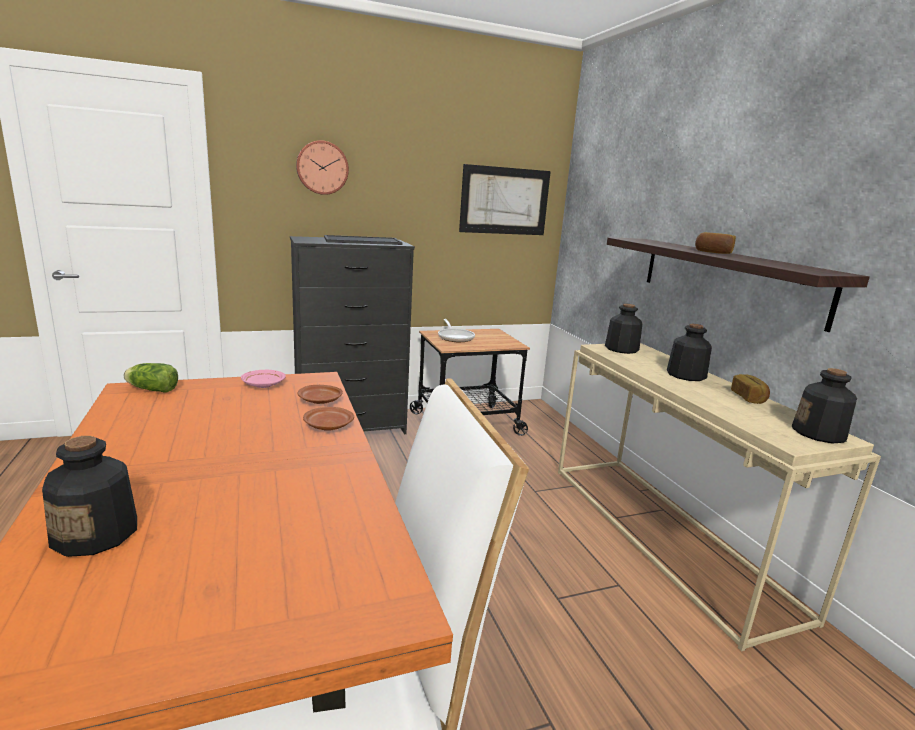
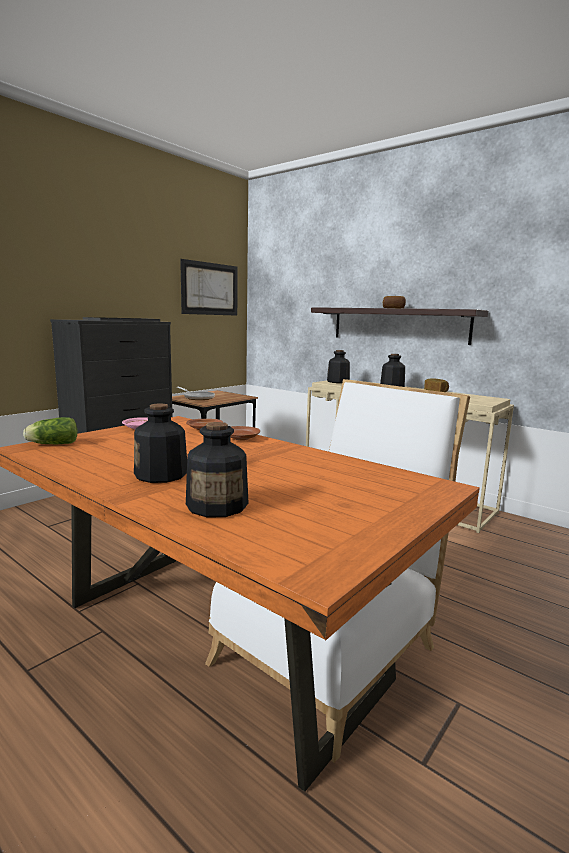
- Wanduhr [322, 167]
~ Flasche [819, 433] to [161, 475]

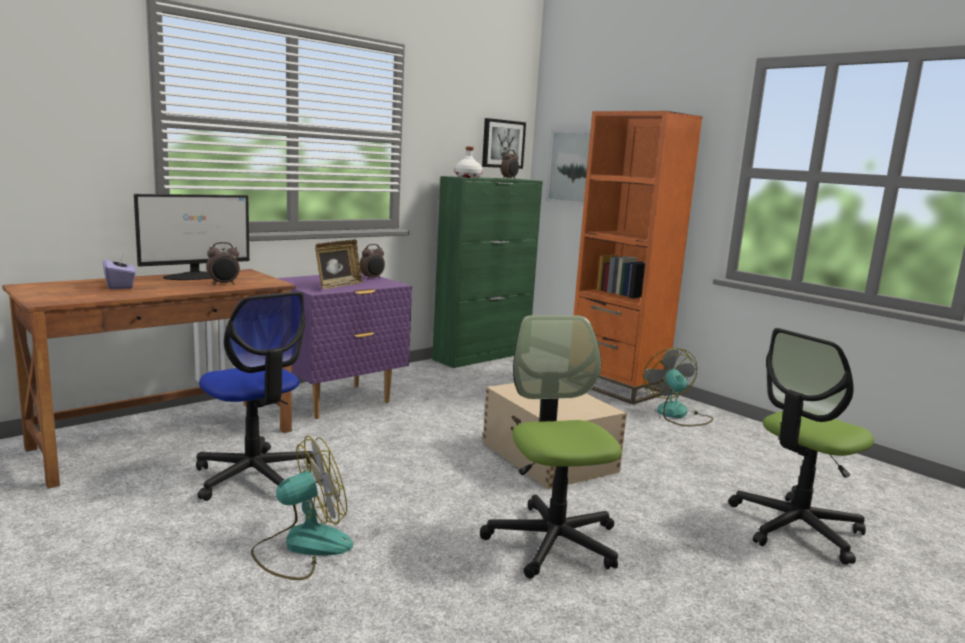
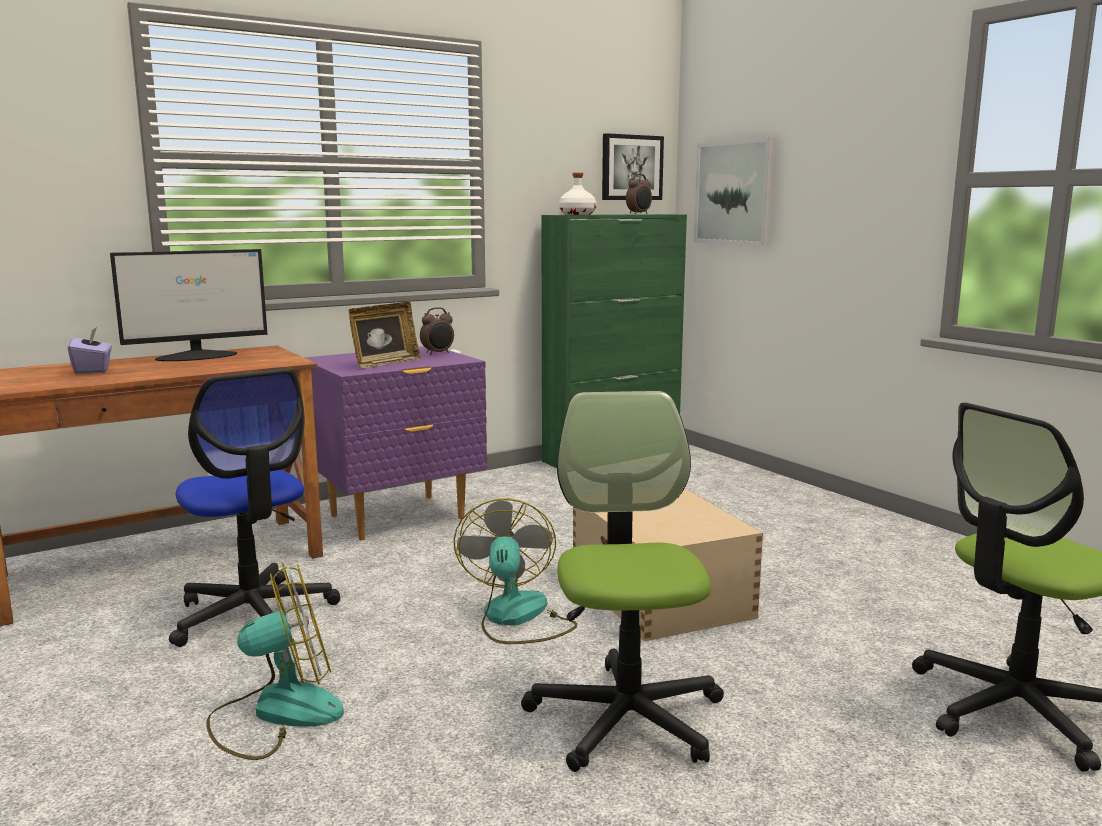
- Bücherregal (orange) [616, 387]
- Wecker [223, 284]
~ Ventilator [677, 415] to [516, 618]

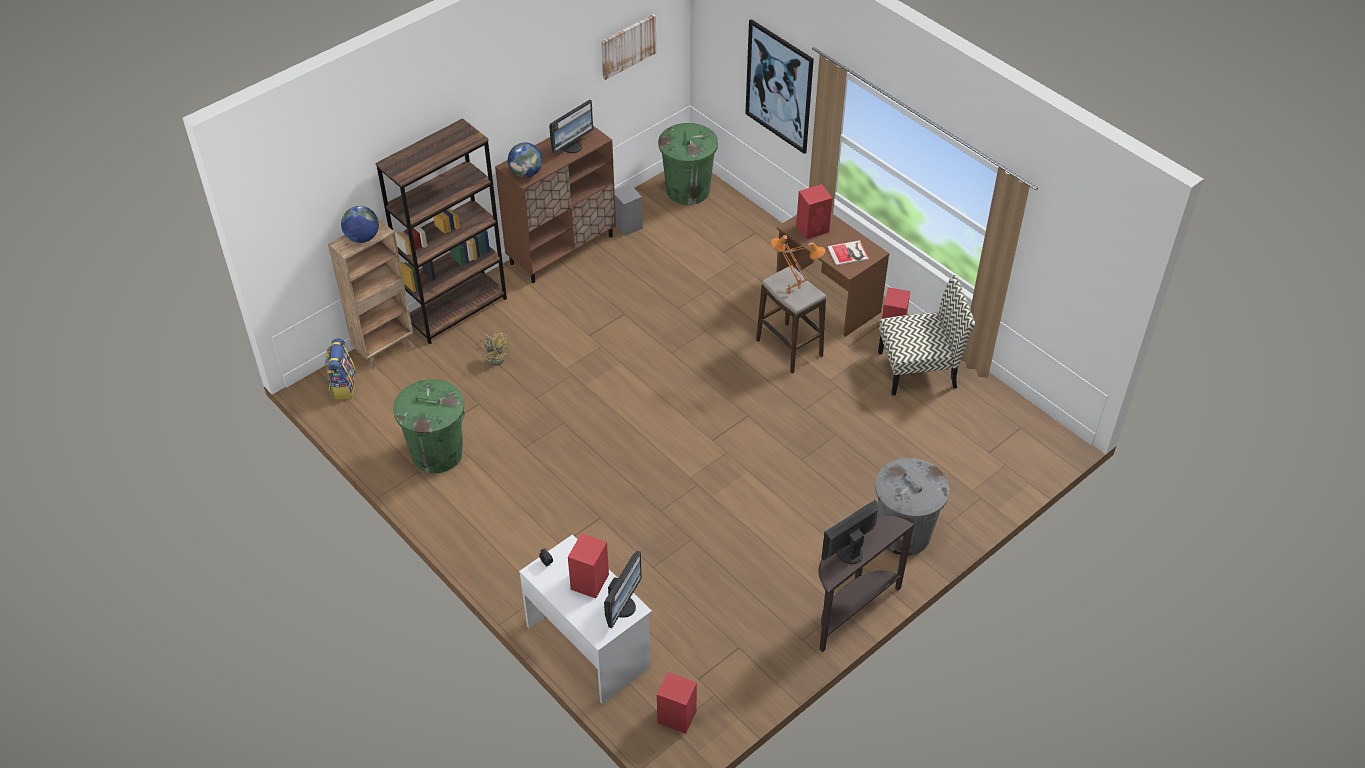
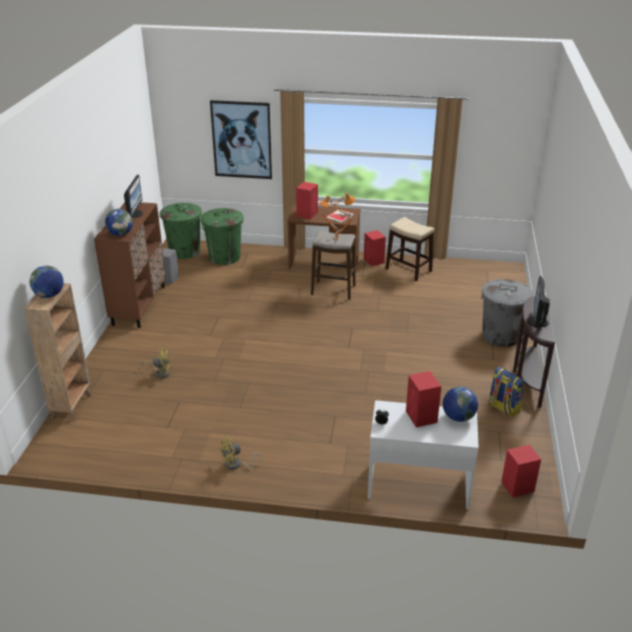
- Bild [628, 46]
- Bücherregal (braun) [457, 310]
~ Stuhl [918, 369] to Hocker [409, 270]
~ Rucksack [343, 386] to [503, 408]
~ Mülleimer (grün) [437, 453] to [224, 257]
~ Monitor [622, 606] to Globus [458, 417]
+ Ventilator (gelb) [236, 465]

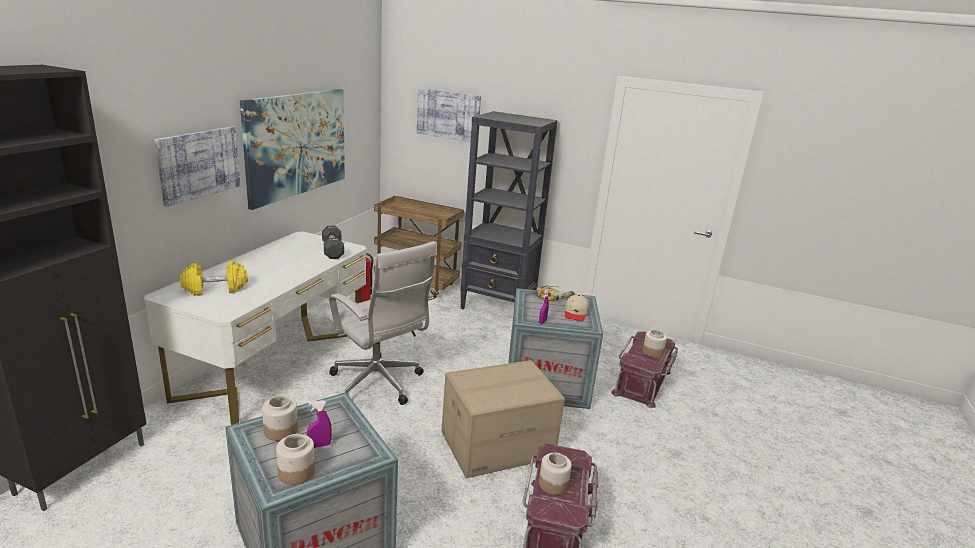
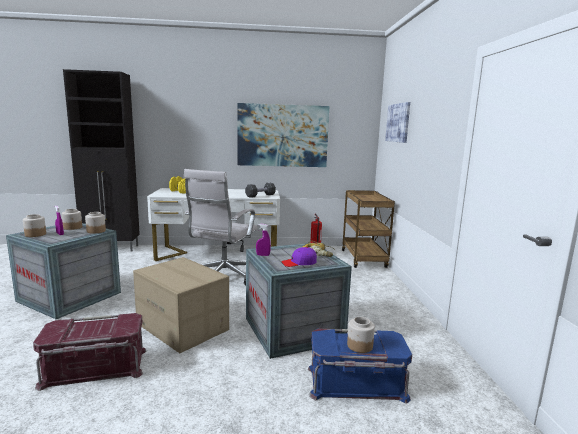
- Bücherregal (schwarz) [498, 307]
- Bild [199, 164]
~ Kappe (beige) [575, 313] to Kappe (lila) [299, 263]
~ Aufbewahrungsbox (rot) [642, 383] to Aufbewahrungsbox (blau) [356, 384]
~ Vorratsglas [553, 484] to [96, 231]

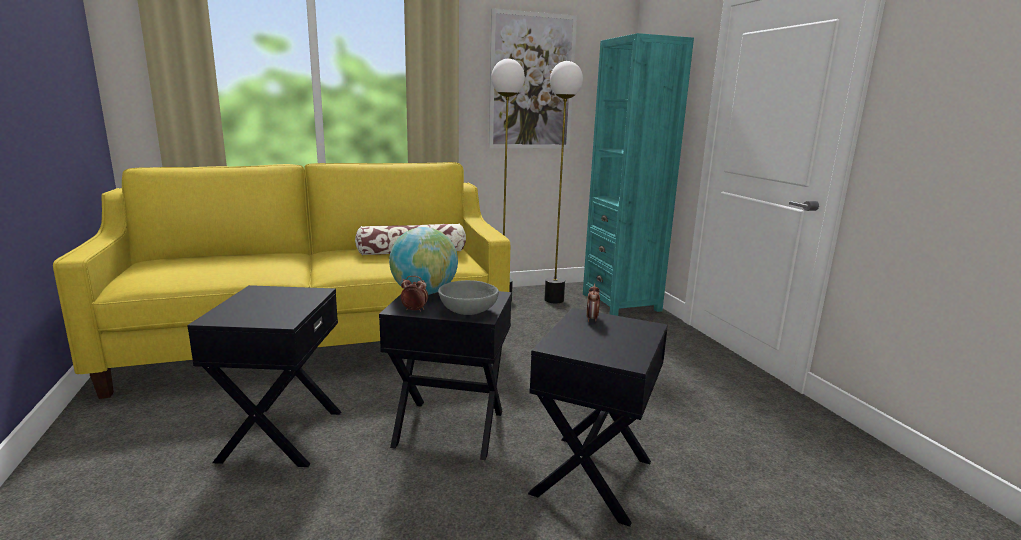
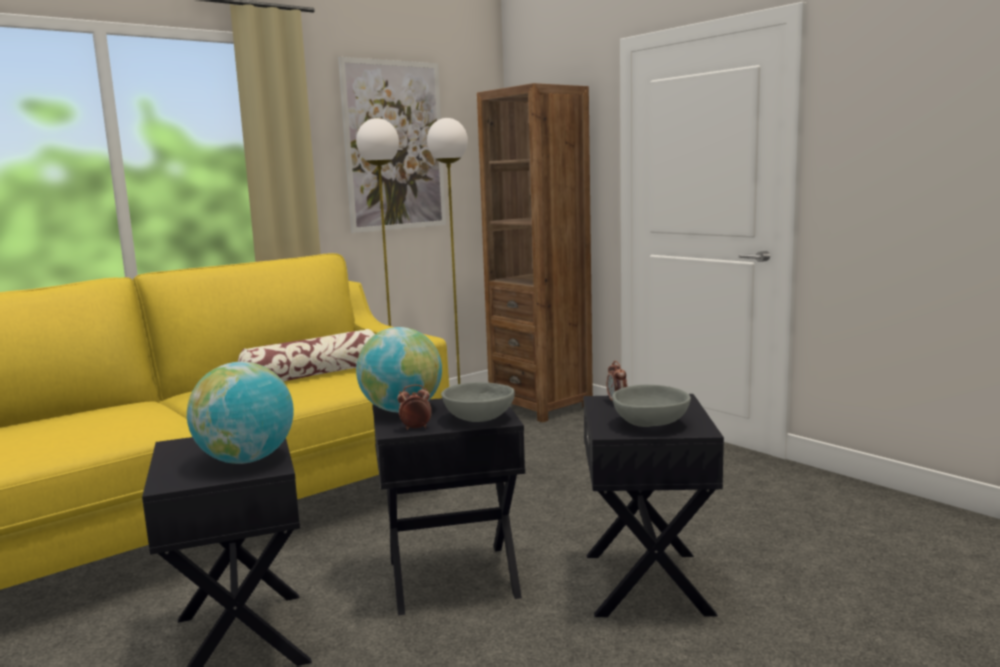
~ Bücherregal (türkis) [621, 302] to Bücherregal (braun) [540, 406]
+ Globus [246, 460]
+ Schüssel (grau) [649, 424]

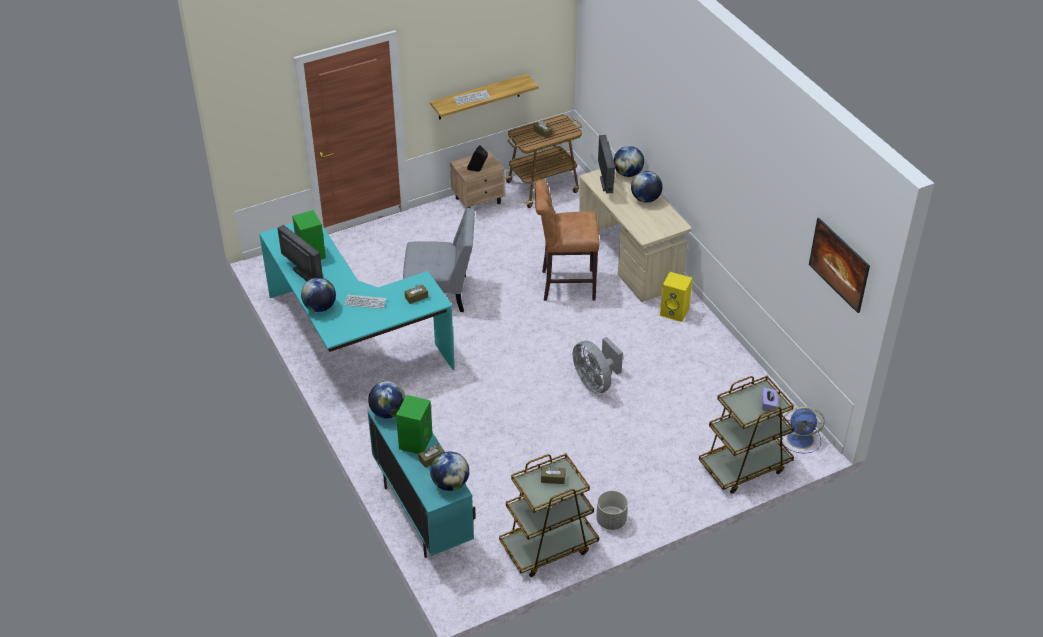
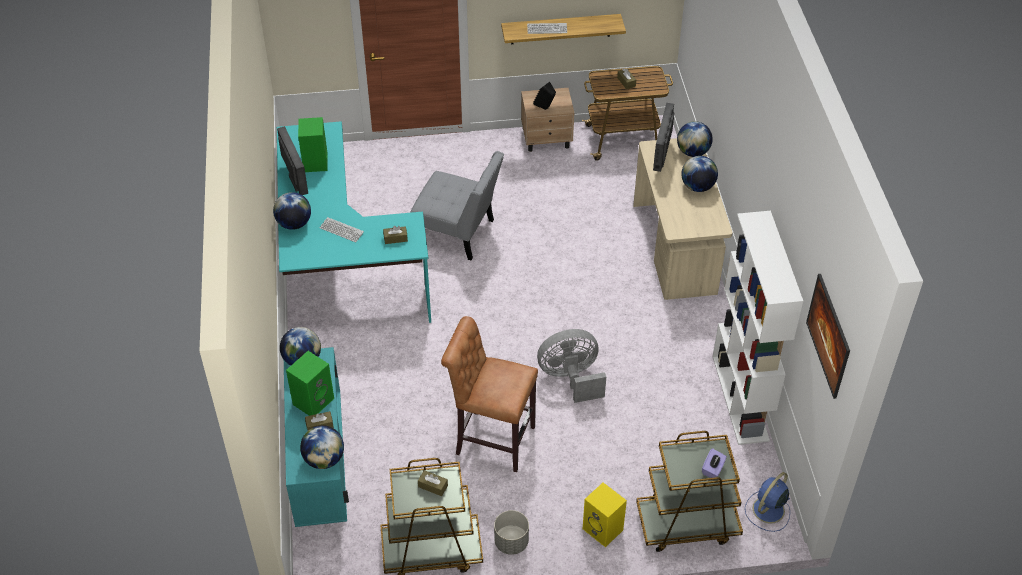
~ Hocker (braun) [564, 285] to [491, 439]
~ Lautsprecher (gelb) [675, 312] to [604, 529]
~ Ventilator (grau) [595, 382] = [571, 378] 90 degrees clockwise
~ Ventilator (blau) [801, 439] = [767, 511] 105 degrees clockwise
+ Bücherregal (weiß) [741, 398]

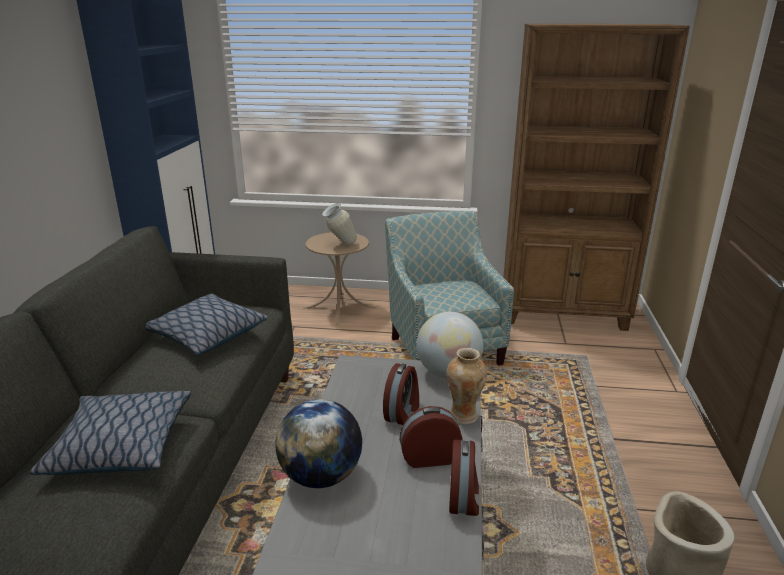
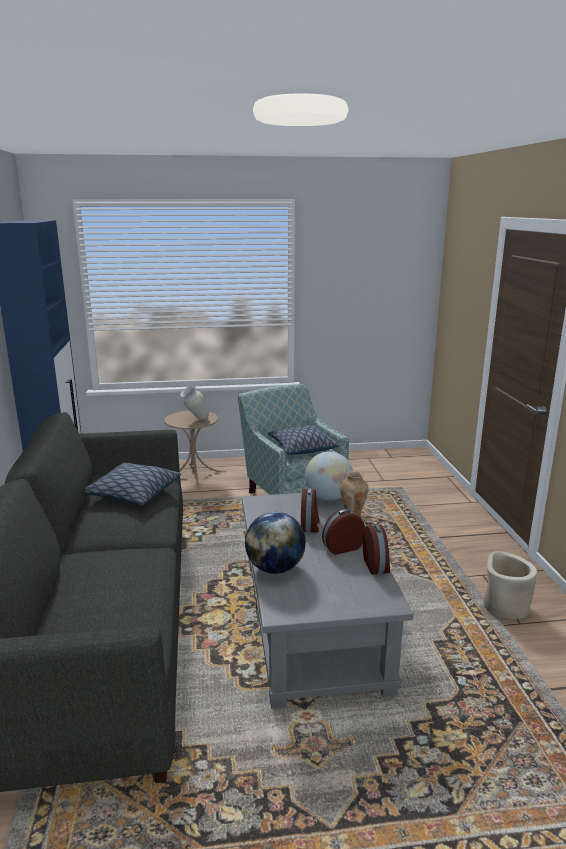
- Bücherregal (braun) [563, 314]
~ Kissen [120, 445] to [302, 448]

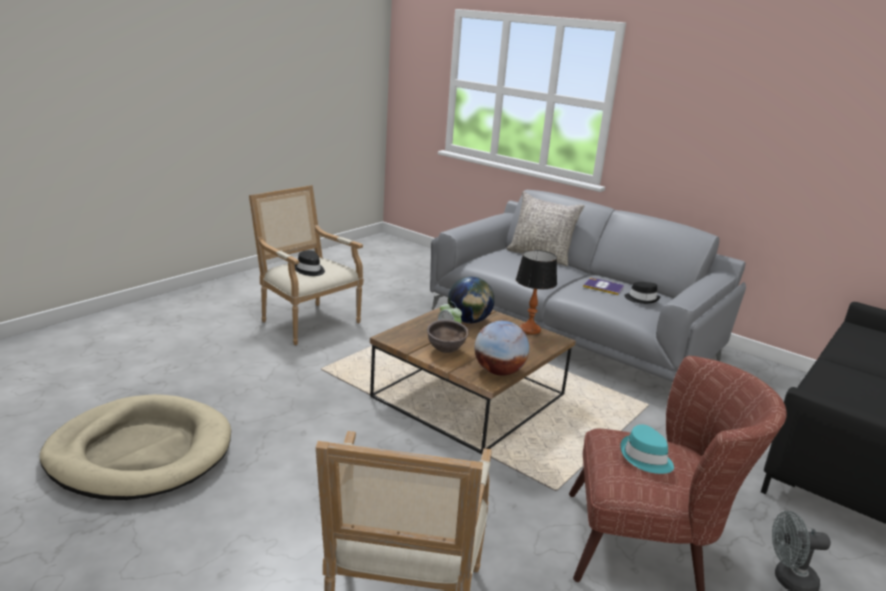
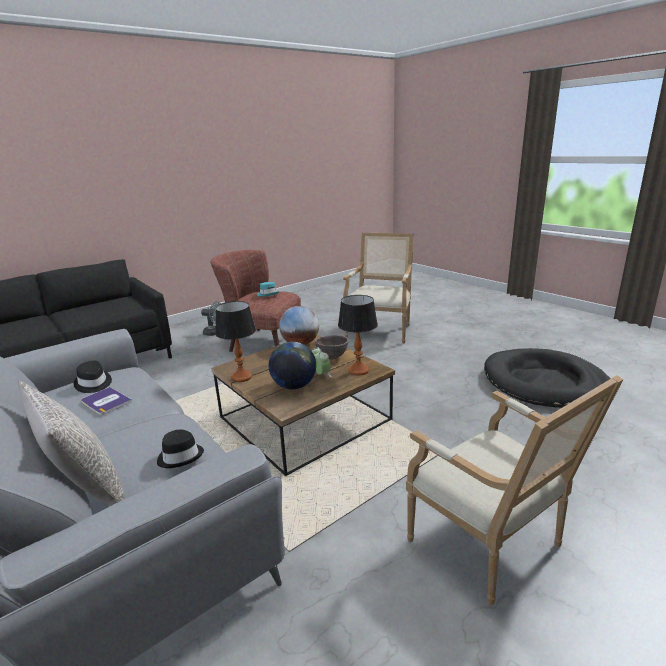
~ Hut (schwarz) [309, 270] to [180, 456]
~ Hundebett (beige) [140, 453] to Hundebett (schwarz) [544, 383]
+ Tischlampe [359, 370]

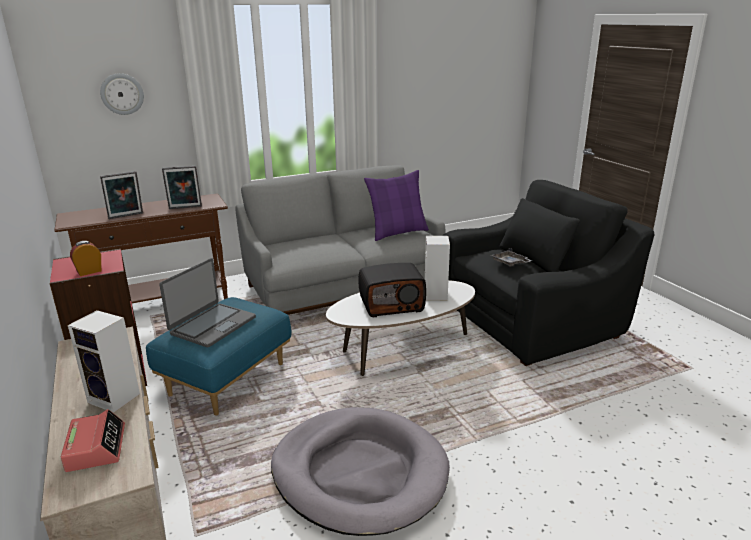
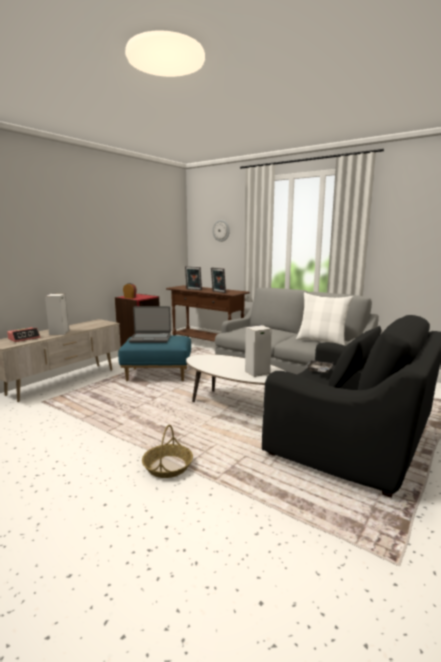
~ Kissen (lila) [397, 233] to Kissen (weiß) [321, 341]
- Radio [391, 305]
- Hundebett (grau) [359, 473]
+ Korb [167, 466]

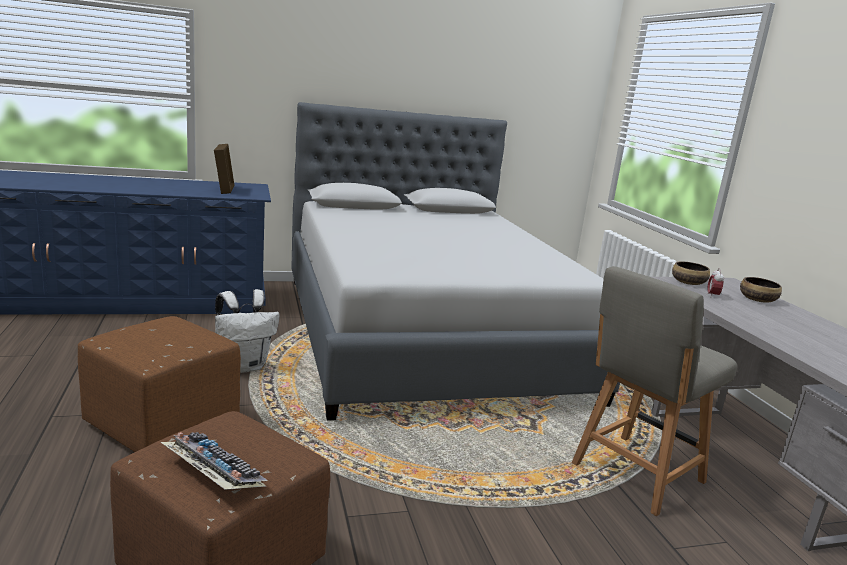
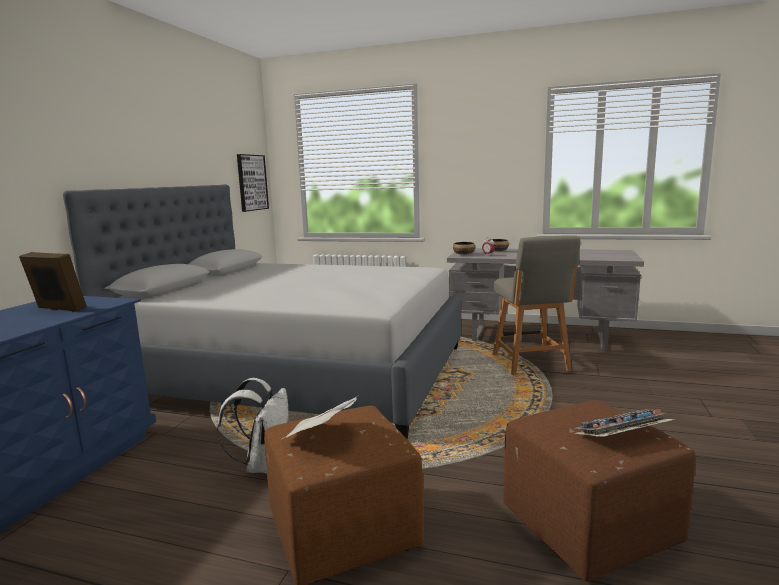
+ Bild [252, 182]
+ Zeitung [321, 436]

